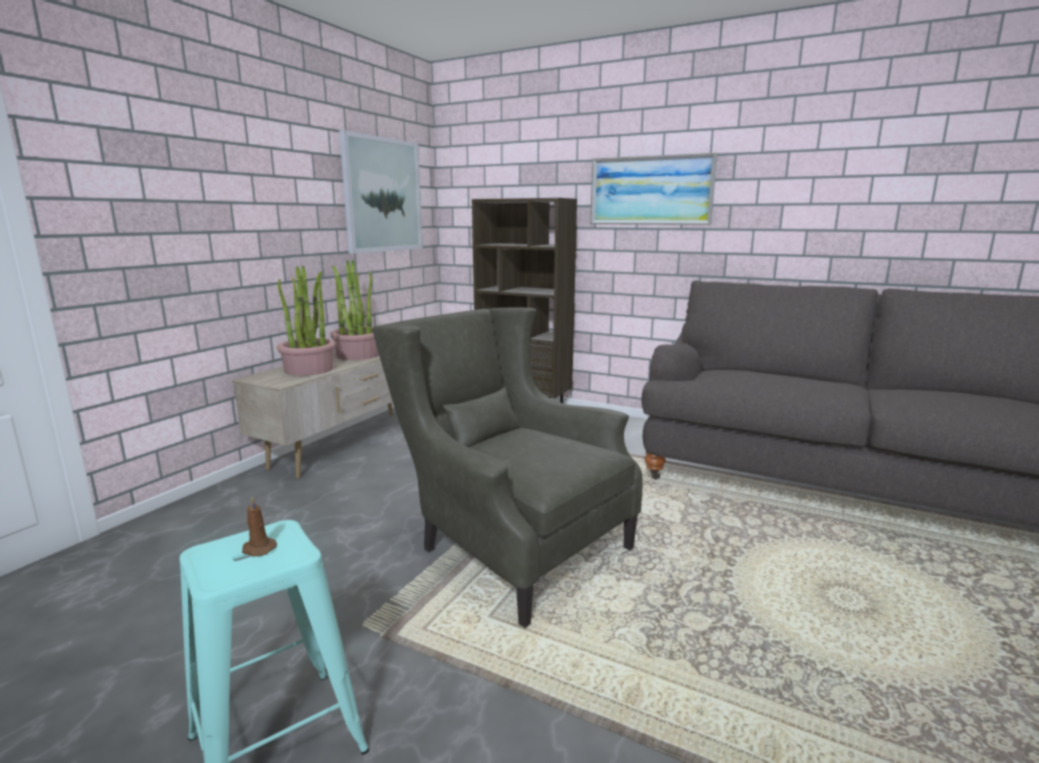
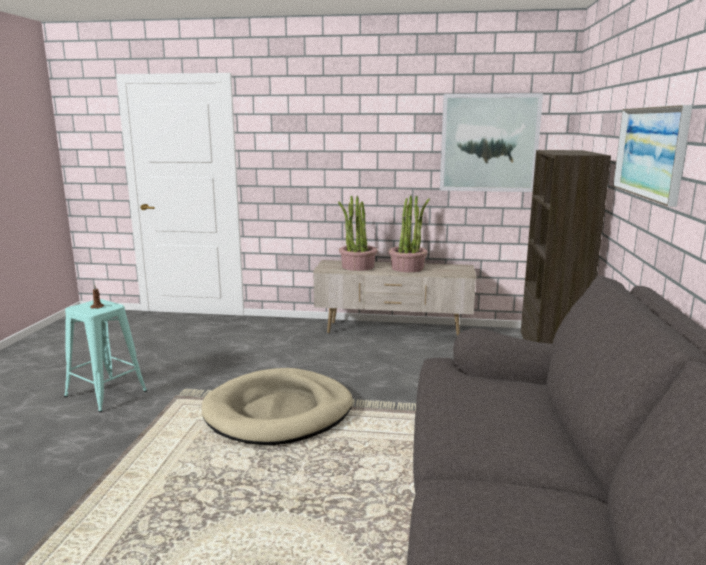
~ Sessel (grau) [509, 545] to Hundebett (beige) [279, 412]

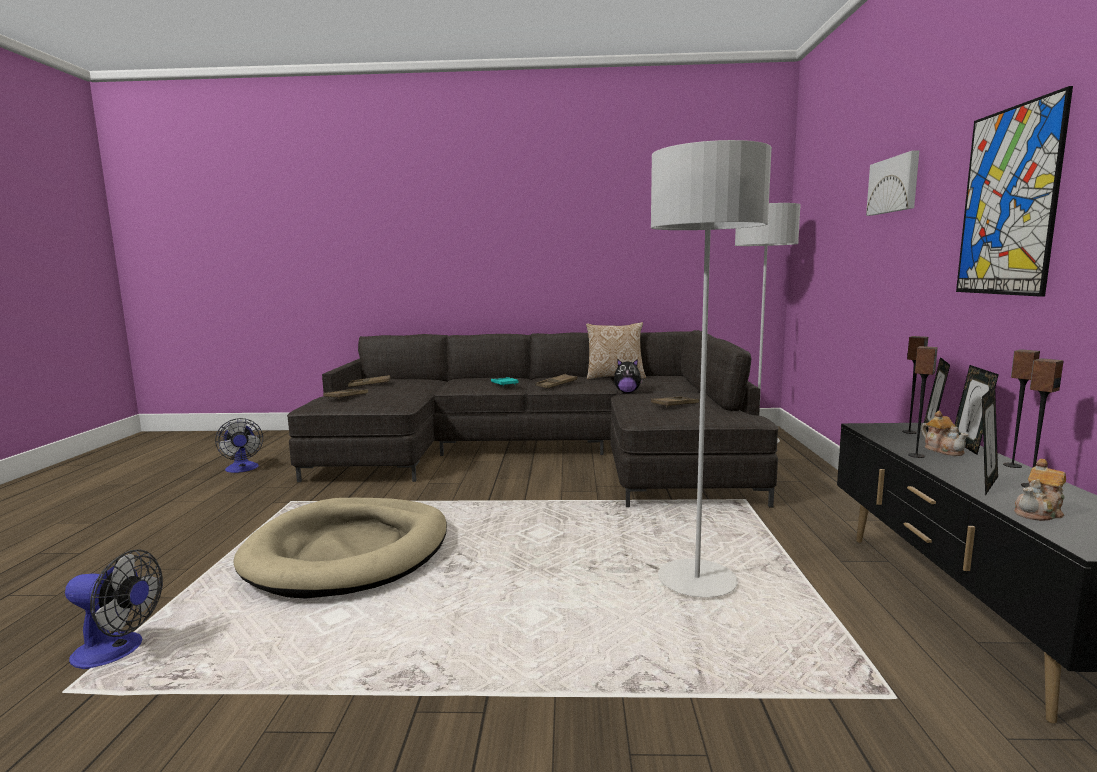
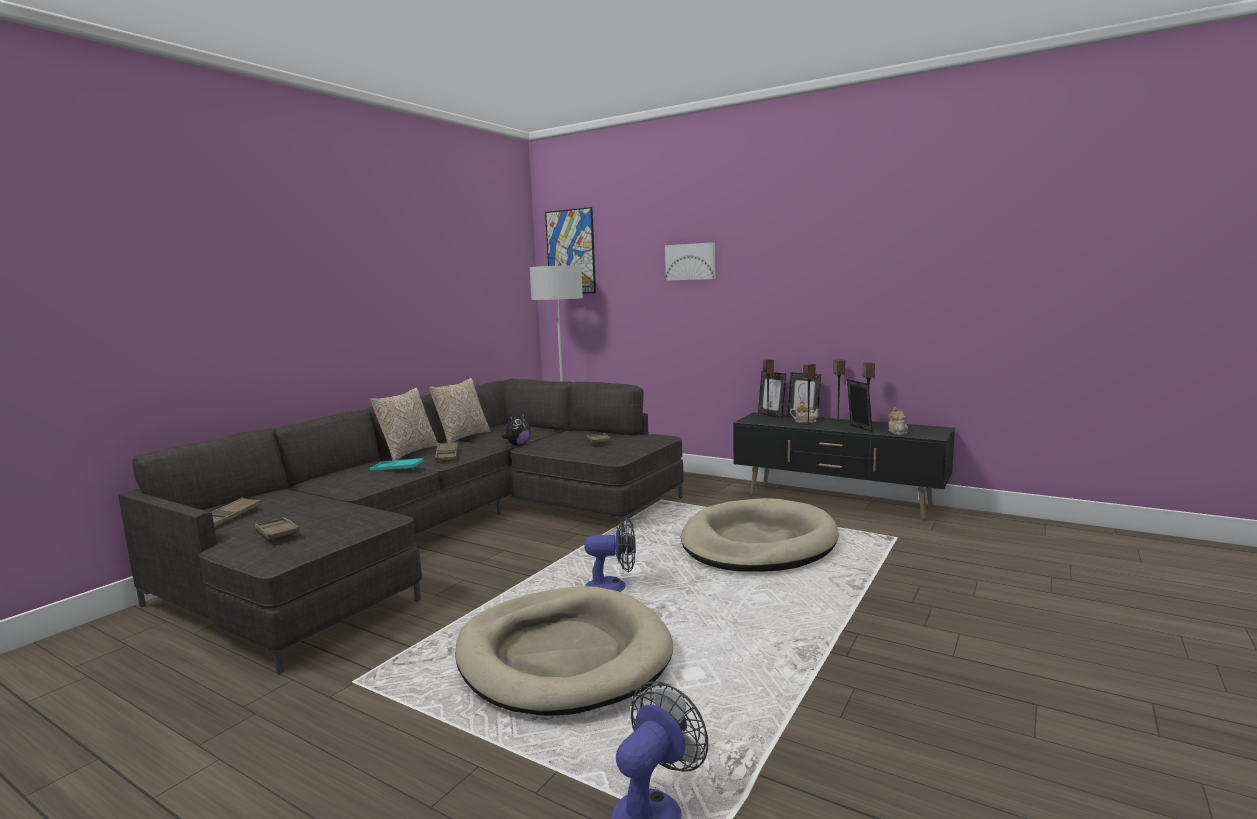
~ Bild [1008, 202] to [570, 252]
~ Stehlampe (grau) [697, 581] to Hundebett (beige) [758, 543]
~ Ventilator [242, 469] to [613, 586]
+ Kissen [407, 453]

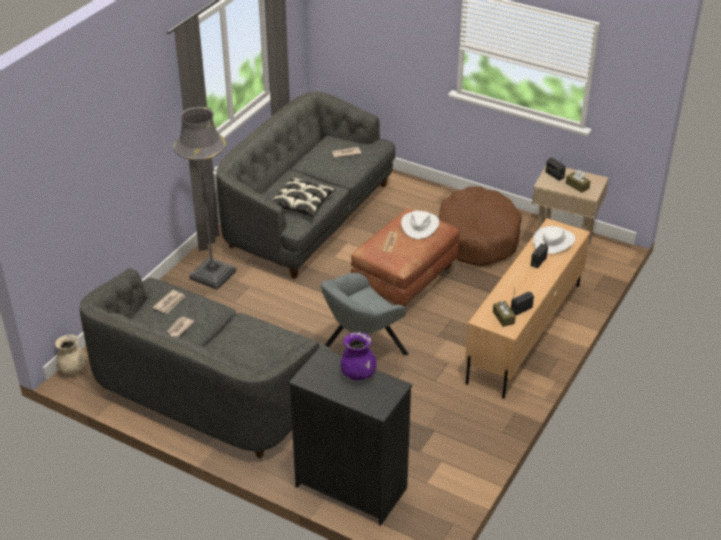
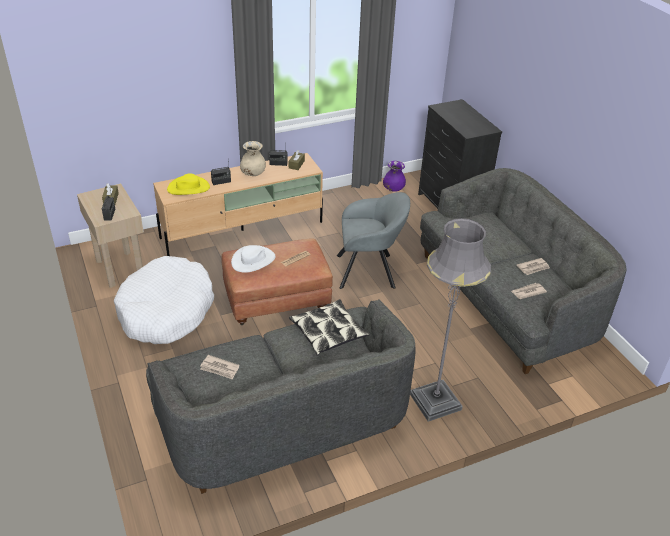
~ Hundebett (braun) [477, 237] to Hundebett (weiß) [166, 311]
~ Hut (weiß) [554, 241] to Hut (gelb) [188, 188]
~ Vase (lila) [358, 374] to [393, 189]
~ Vase (beige) [73, 369] to [253, 173]

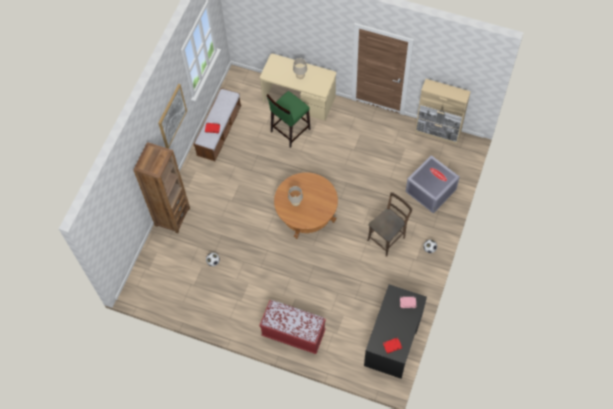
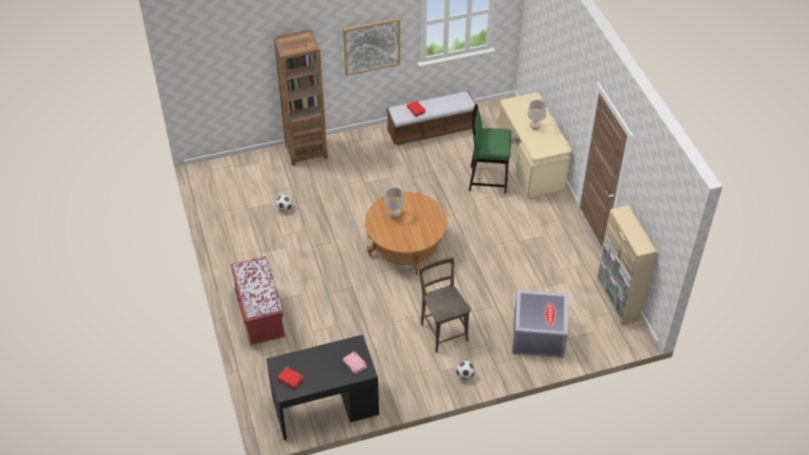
~ Stuhl (braun) [387, 237] = [443, 330] 120 degrees counterclockwise

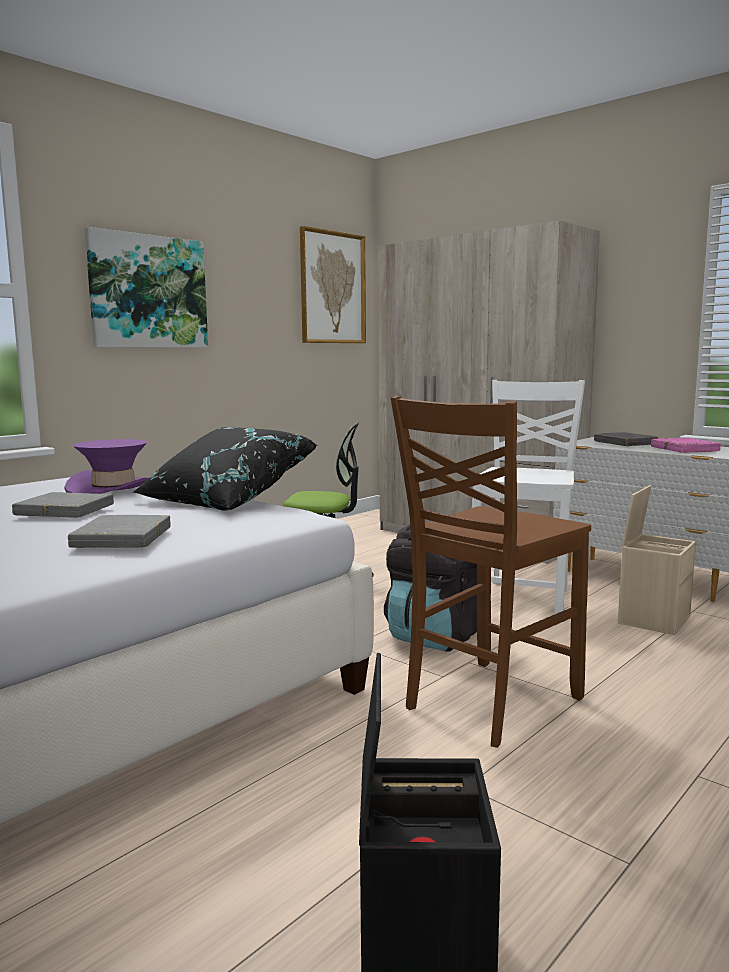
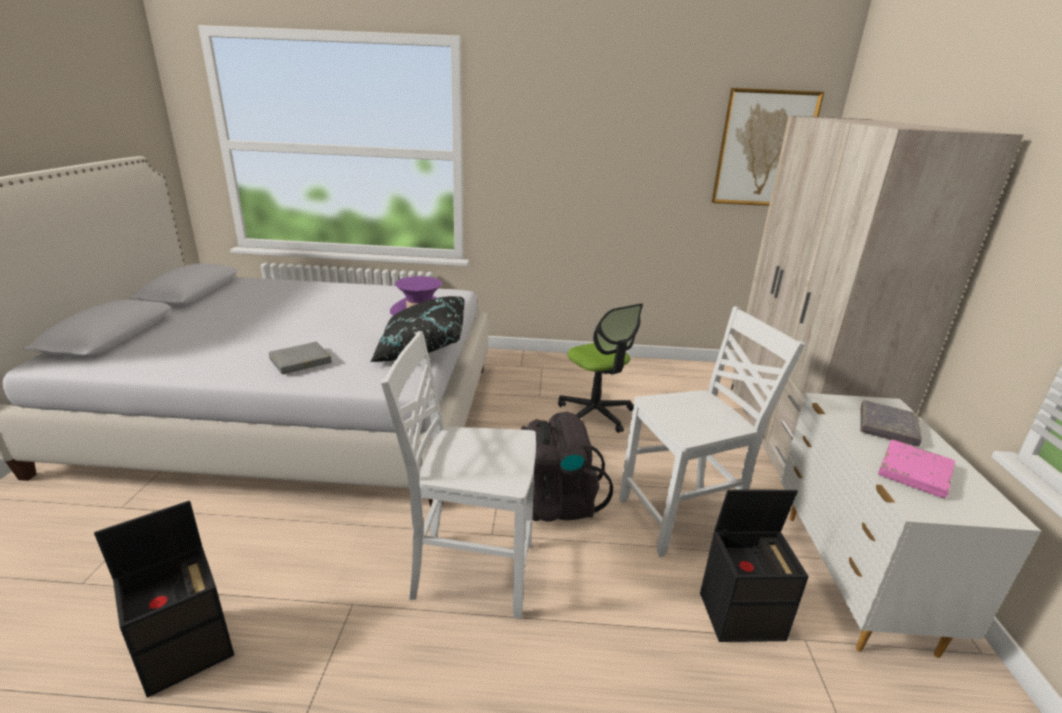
- Bild [148, 292]
~ Stuhl (braun) [488, 703] to Stuhl (weiß) [470, 571]
~ Aufbewahrungsbox (beige) [653, 619] to Aufbewahrungsbox (schwarz) [742, 615]
- Buch (grau) [65, 511]

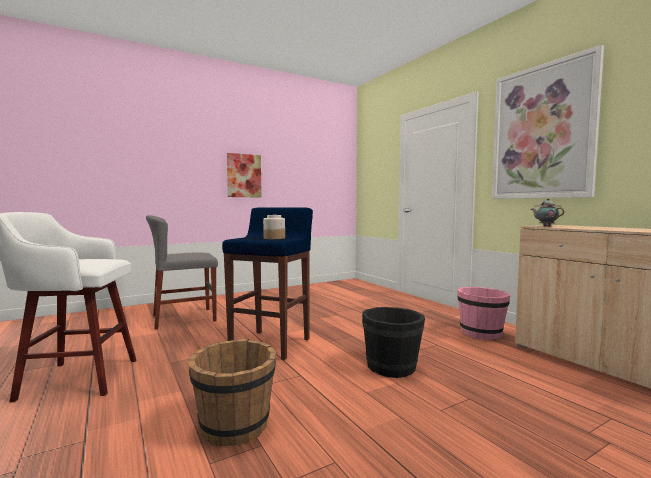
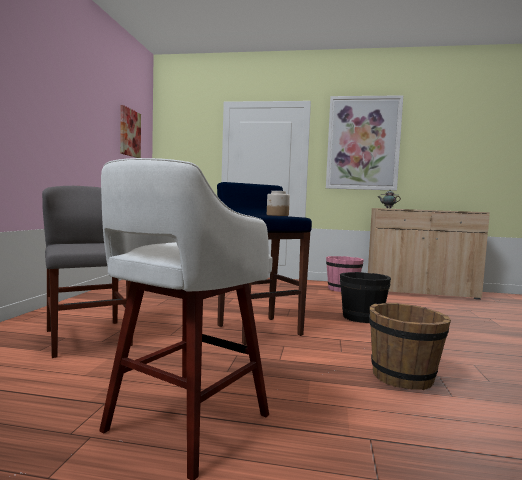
~ Bild [244, 175] to [129, 133]
~ Stuhl (grau) [184, 318] = [88, 338] 135 degrees clockwise

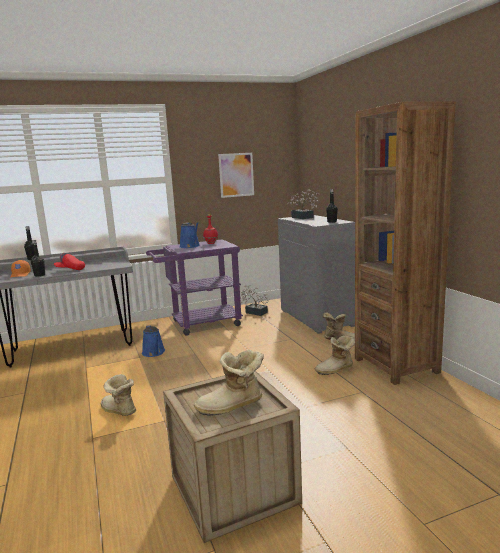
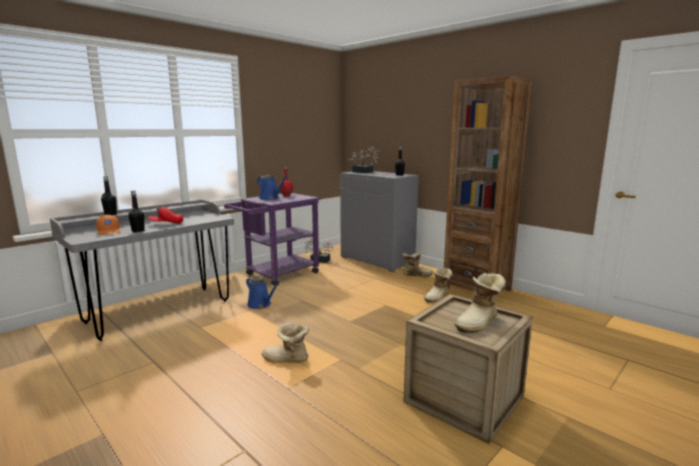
- Bild [236, 175]

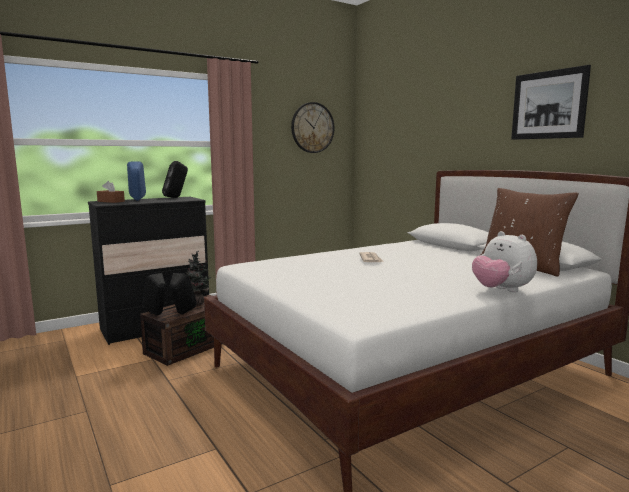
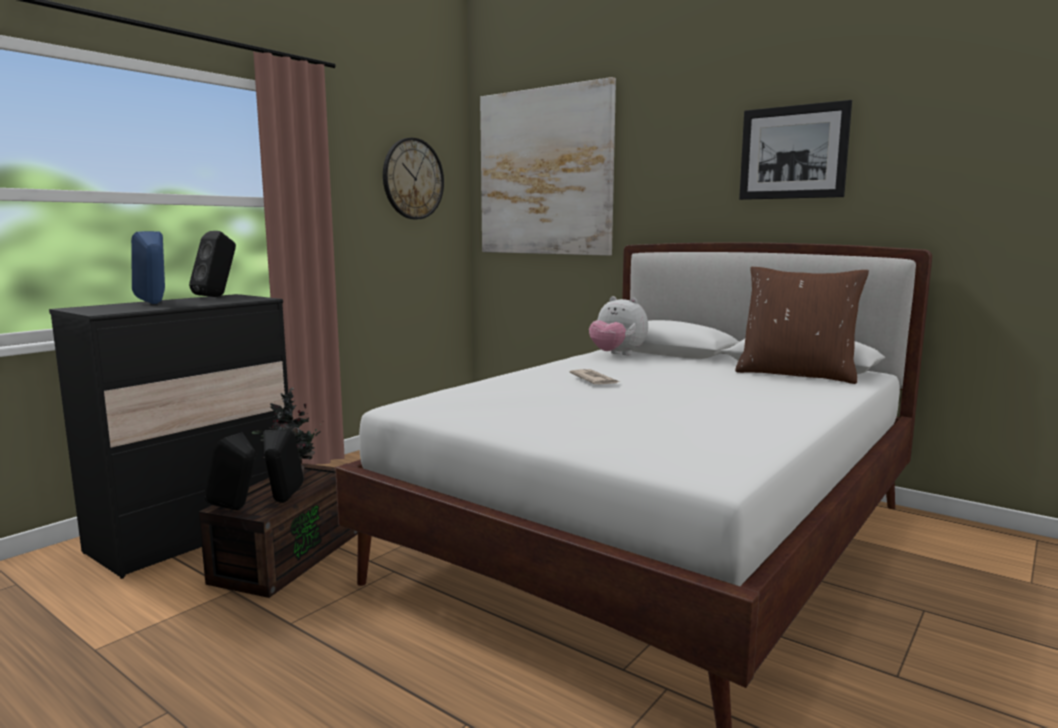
- Taschentuchbox (braun) [111, 201]
~ Plüschtier [501, 290] to [617, 355]
+ Bild [545, 172]

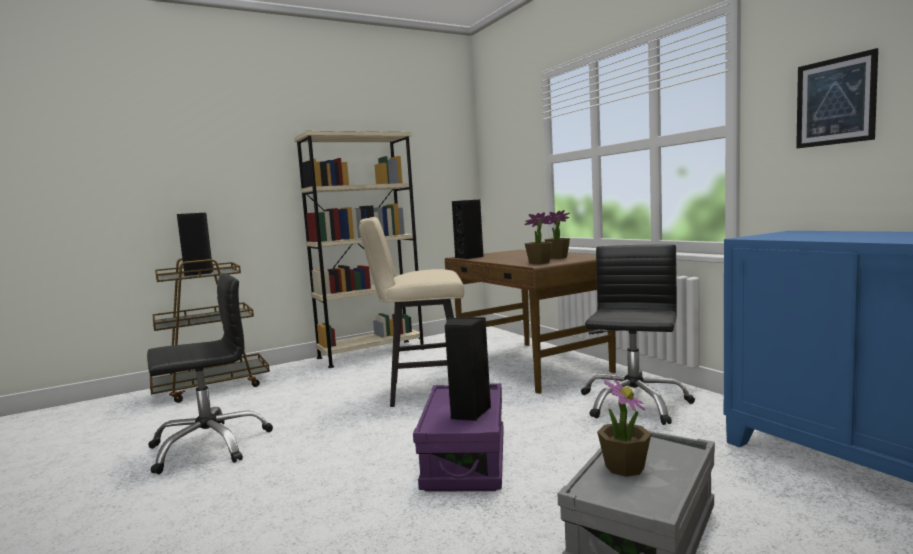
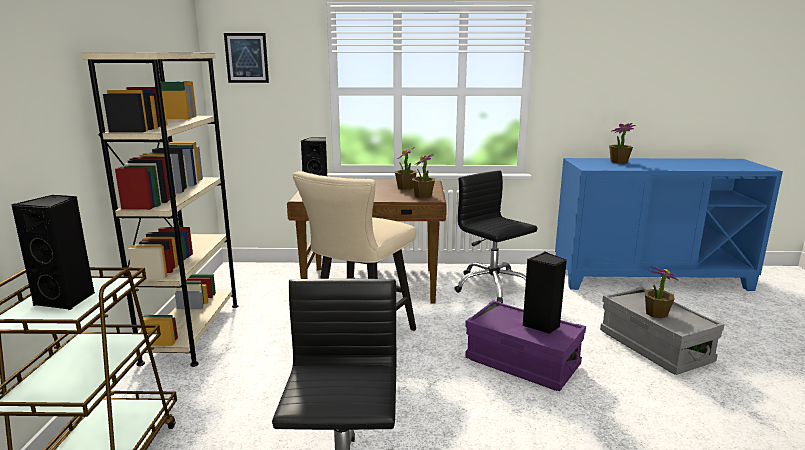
~ Bild [835, 101] to [246, 58]
+ Topfpflanze [618, 162]

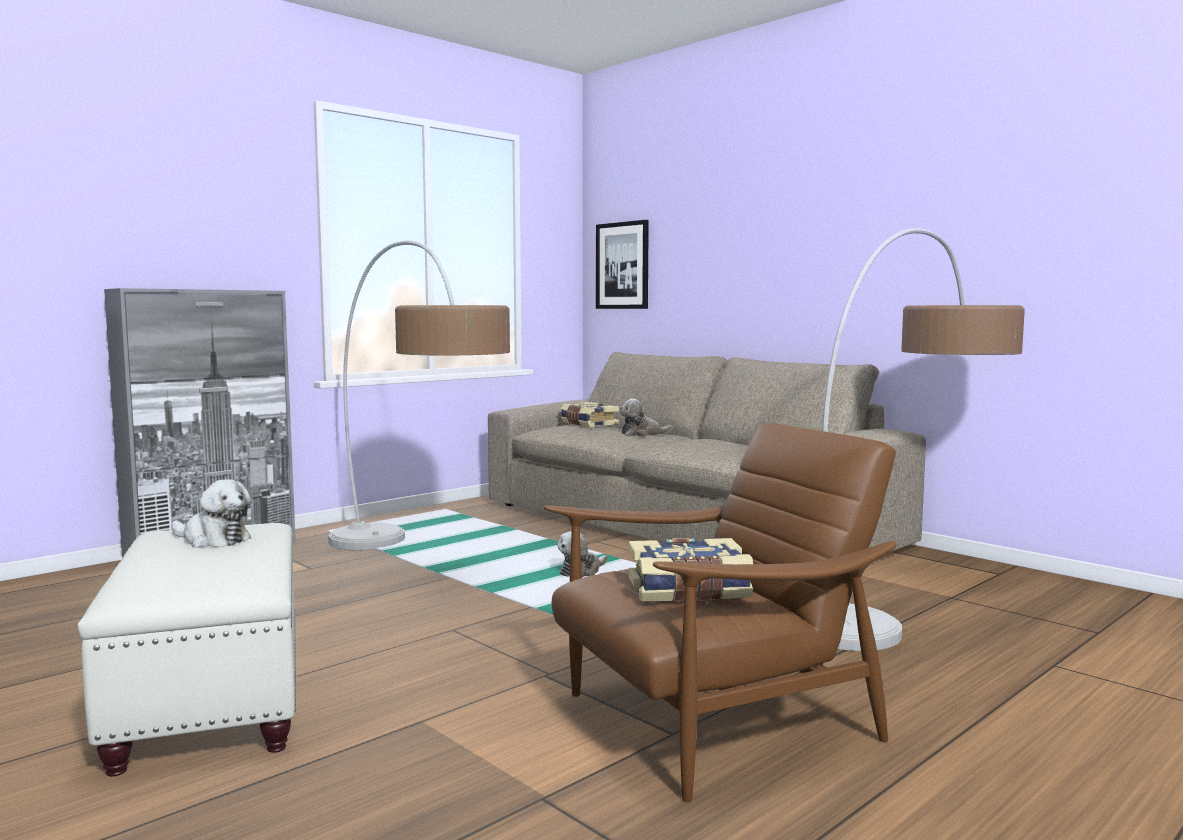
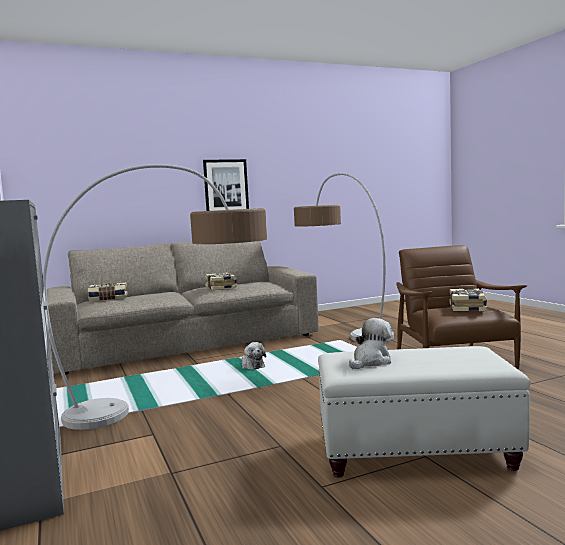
~ Bild [622, 265] to [226, 187]
- Plüschtier [642, 434]
+ Buch [221, 287]

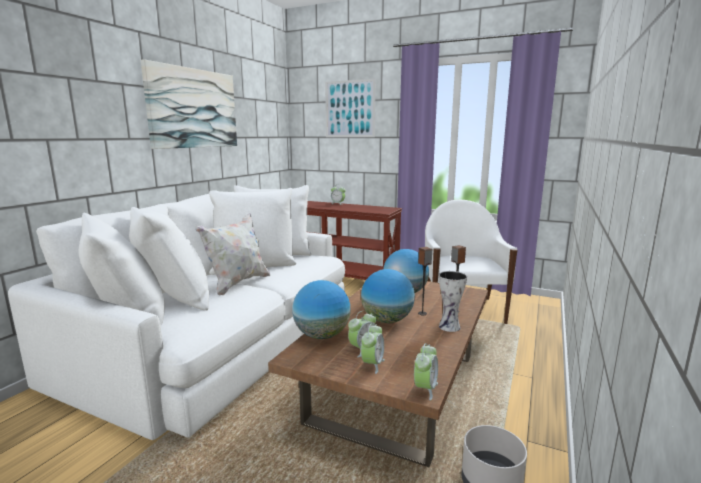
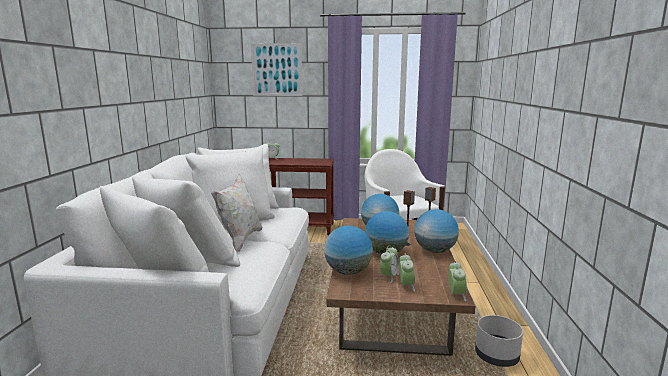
- Bild [193, 108]
~ Vase [450, 327] to Globus [435, 251]

